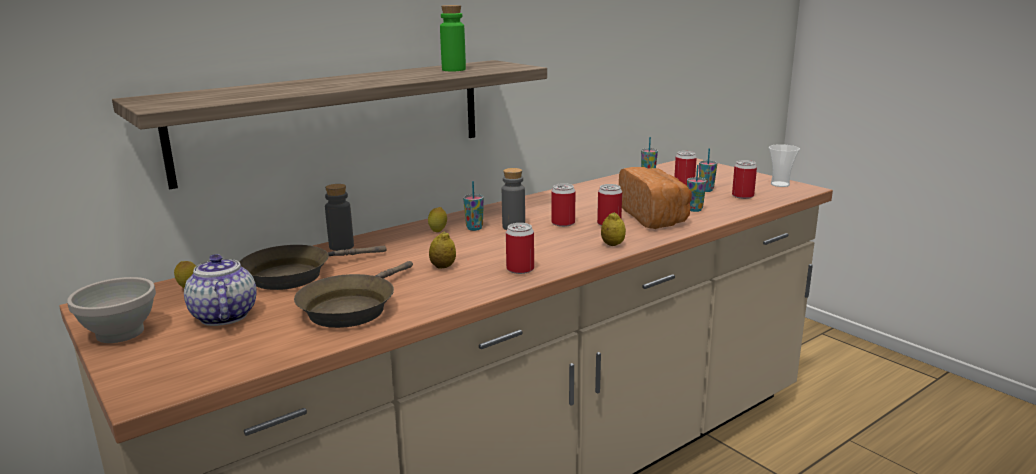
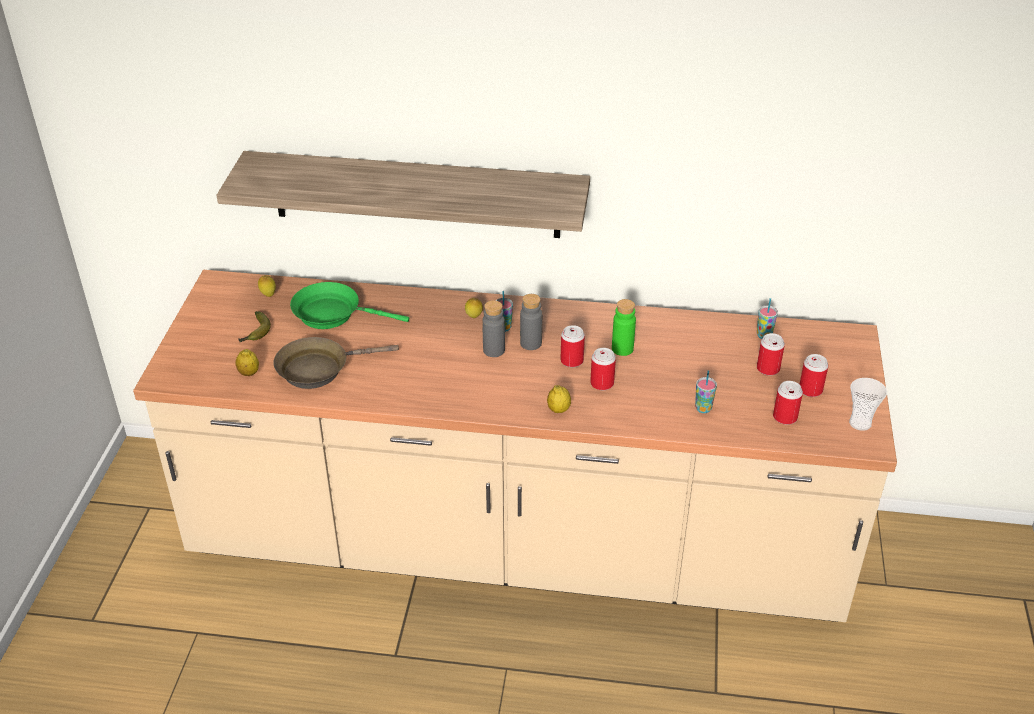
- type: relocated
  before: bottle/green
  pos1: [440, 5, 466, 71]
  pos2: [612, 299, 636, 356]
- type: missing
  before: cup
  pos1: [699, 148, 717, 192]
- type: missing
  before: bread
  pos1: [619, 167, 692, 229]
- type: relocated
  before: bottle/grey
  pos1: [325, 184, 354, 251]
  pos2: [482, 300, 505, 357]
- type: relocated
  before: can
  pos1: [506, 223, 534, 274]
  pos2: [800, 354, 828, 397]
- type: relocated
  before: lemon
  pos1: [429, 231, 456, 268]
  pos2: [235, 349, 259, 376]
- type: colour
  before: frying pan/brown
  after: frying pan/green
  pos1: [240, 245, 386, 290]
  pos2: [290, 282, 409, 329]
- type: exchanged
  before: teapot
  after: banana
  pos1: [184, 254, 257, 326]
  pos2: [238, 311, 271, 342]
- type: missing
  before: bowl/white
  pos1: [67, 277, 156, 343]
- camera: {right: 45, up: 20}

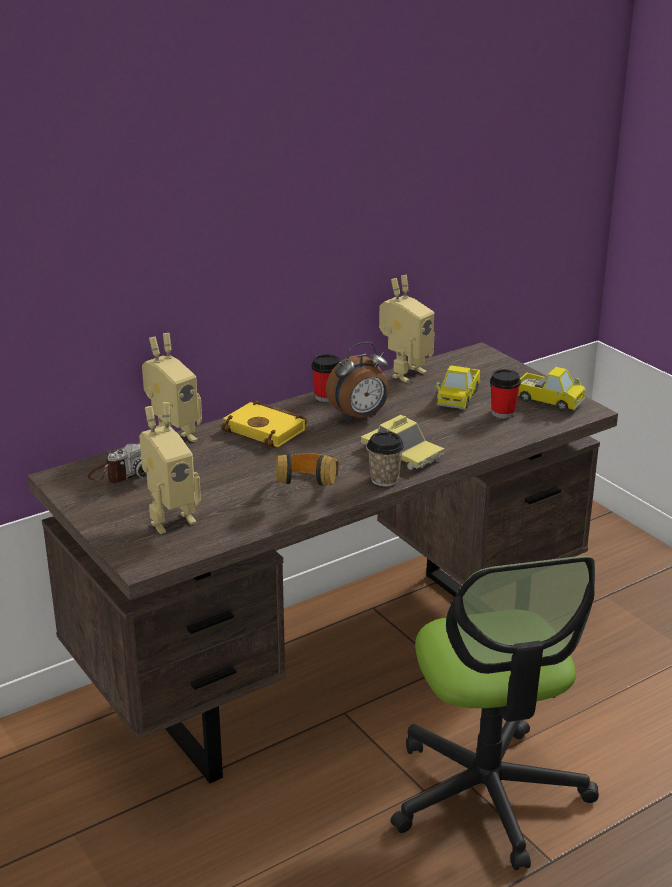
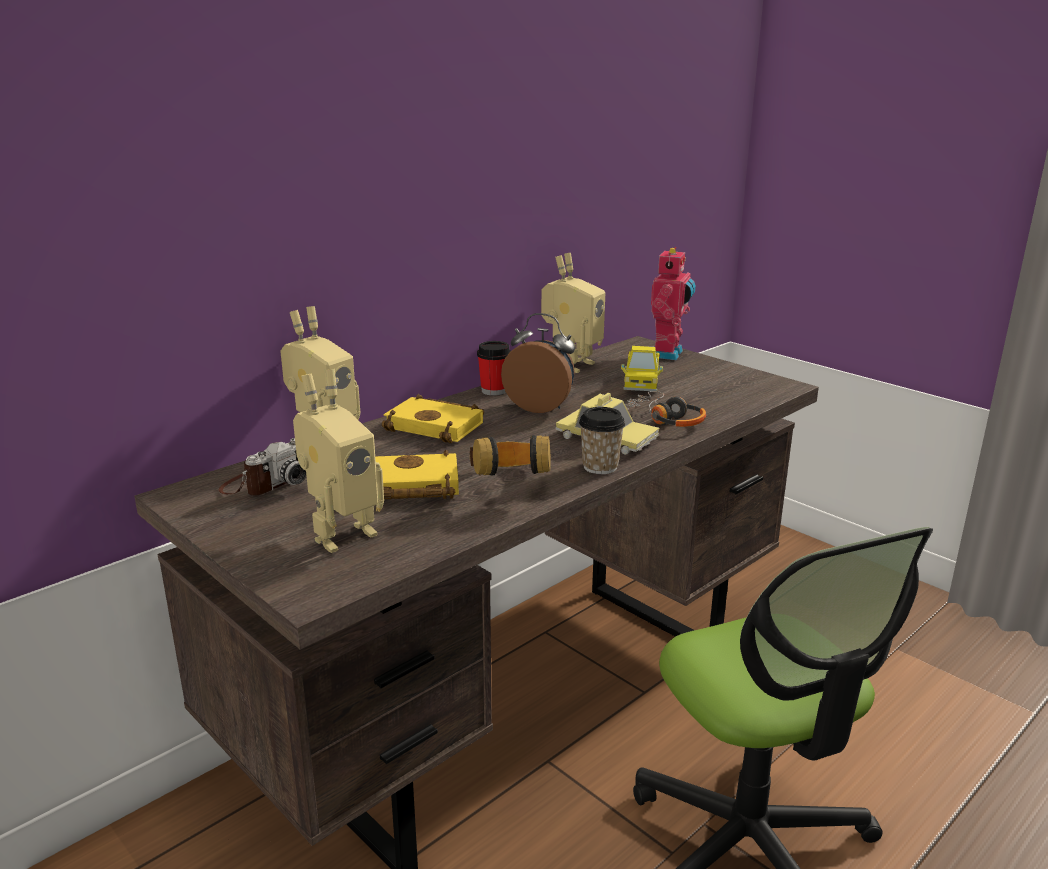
- type: spun
  before: alarm clock
  pos1: [326, 342, 389, 421]
  pos2: [501, 313, 575, 413]
  turn: -120
- type: missing
  before: toy truck
  pos1: [518, 367, 586, 411]
- type: missing
  before: cup
  pos1: [490, 369, 521, 418]
- type: appeared
  after: toy robot
  pos2: [651, 247, 696, 360]
- type: appeared
  after: headphones
  pos2: [625, 391, 706, 427]
- type: appeared
  after: book/yellow
  pos2: [375, 450, 459, 499]
- camera: {right: -10, up: -5}

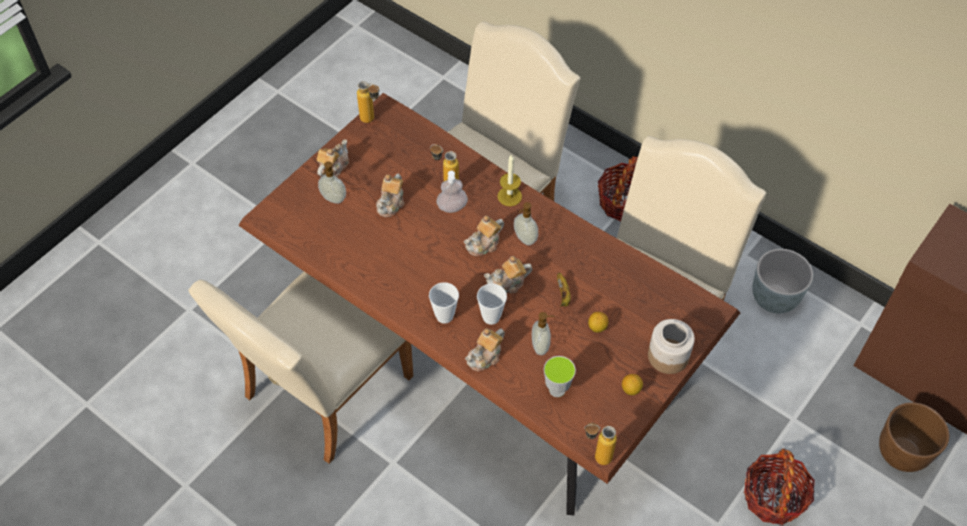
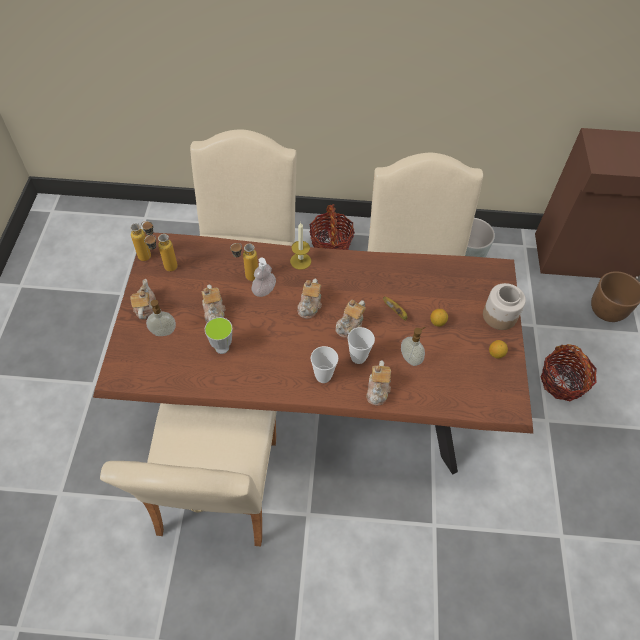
- type: missing
  before: soap dispenser
  pos1: [514, 202, 538, 245]
- type: relocated
  before: cup
  pos1: [544, 356, 576, 397]
  pos2: [205, 317, 232, 354]
- type: relocated
  before: bottle
  pos1: [585, 423, 617, 465]
  pos2: [144, 234, 178, 272]
- camera: {right: -35, up: 0}

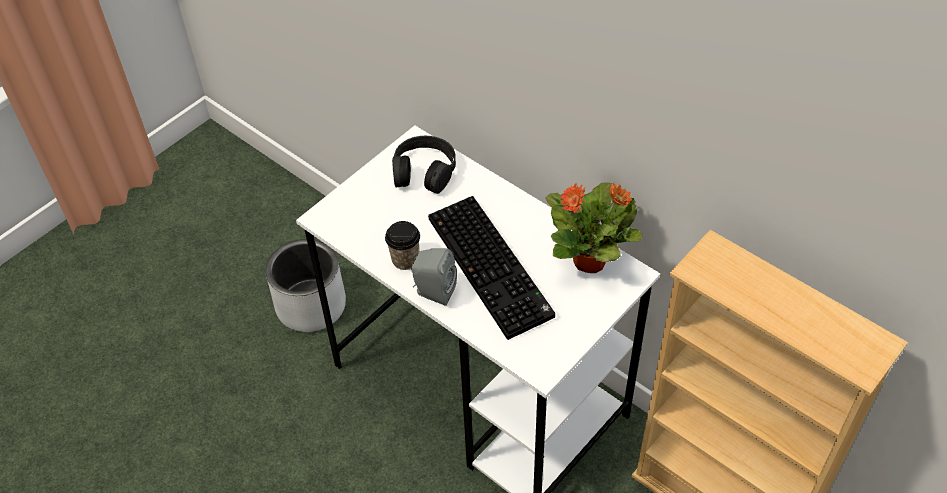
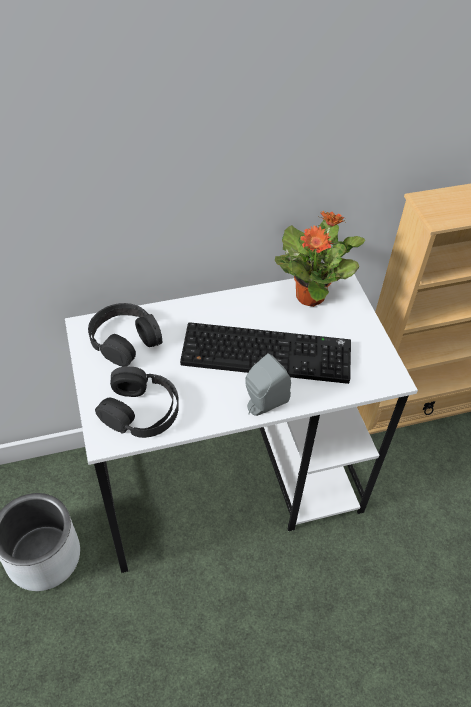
- type: missing
  before: cup
  pos1: [385, 221, 420, 270]
- type: appeared
  after: headphones/black
  pos2: [95, 367, 179, 438]
- camera: {right: -60, up: 0}

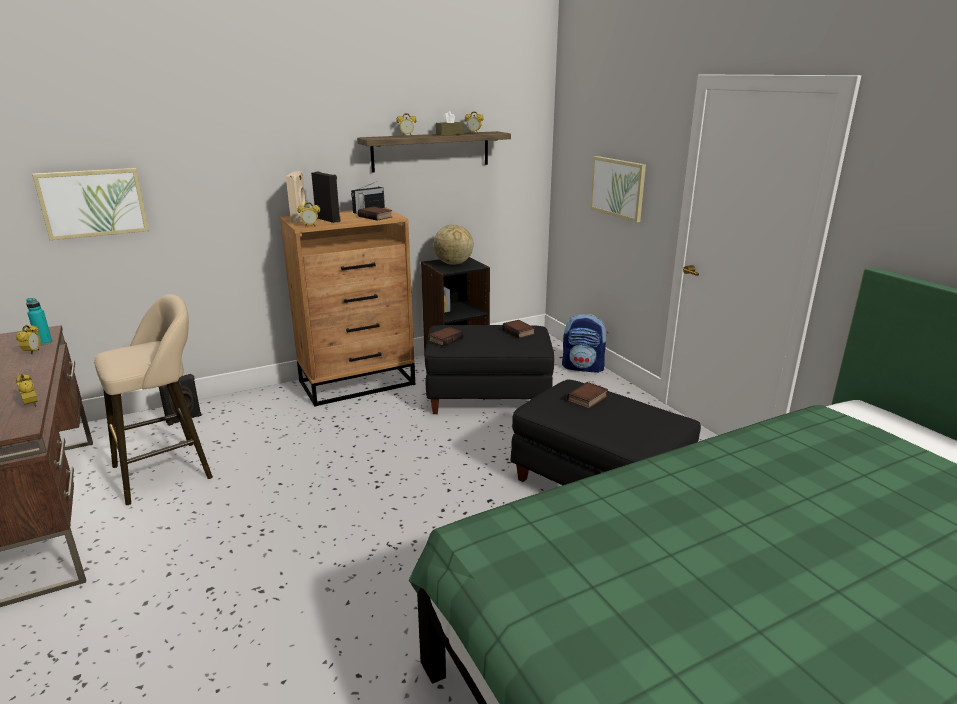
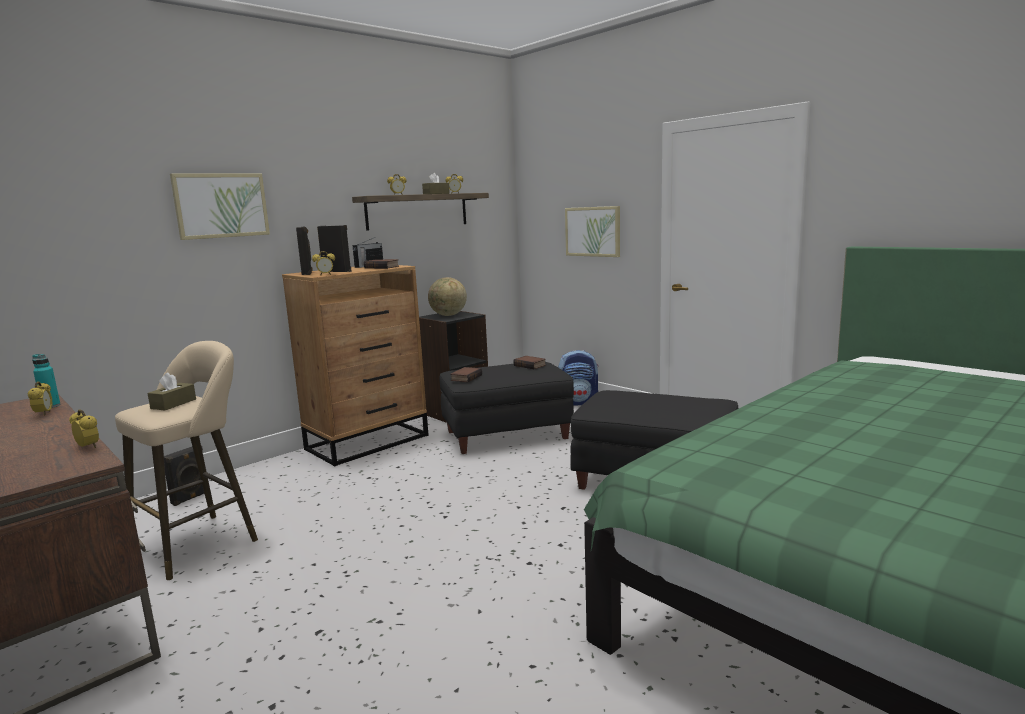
- type: relocated
  before: picture
  pos1: [32, 168, 149, 240]
  pos2: [170, 174, 270, 240]
- type: colour
  before: speaker/beige
  after: speaker/black
  pos1: [286, 171, 306, 223]
  pos2: [296, 227, 313, 275]
- type: missing
  before: book
  pos1: [567, 382, 608, 409]
- type: appeared
  after: tissue box/brown
  pos2: [147, 373, 196, 410]
- camera: {right: -15, up: -10}

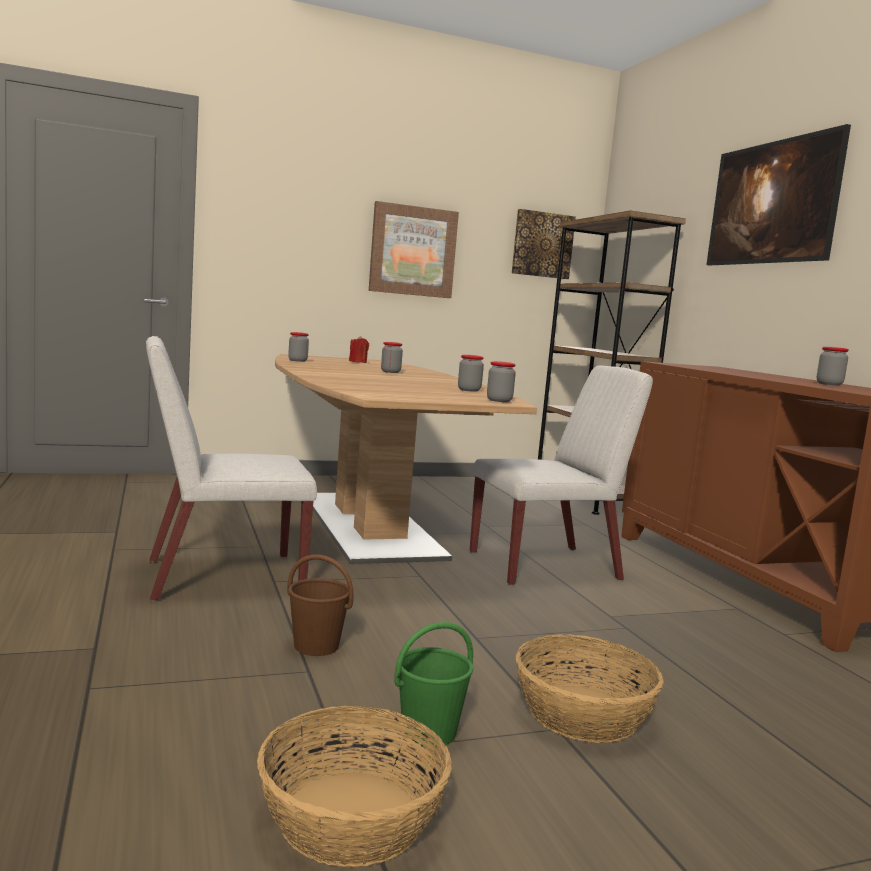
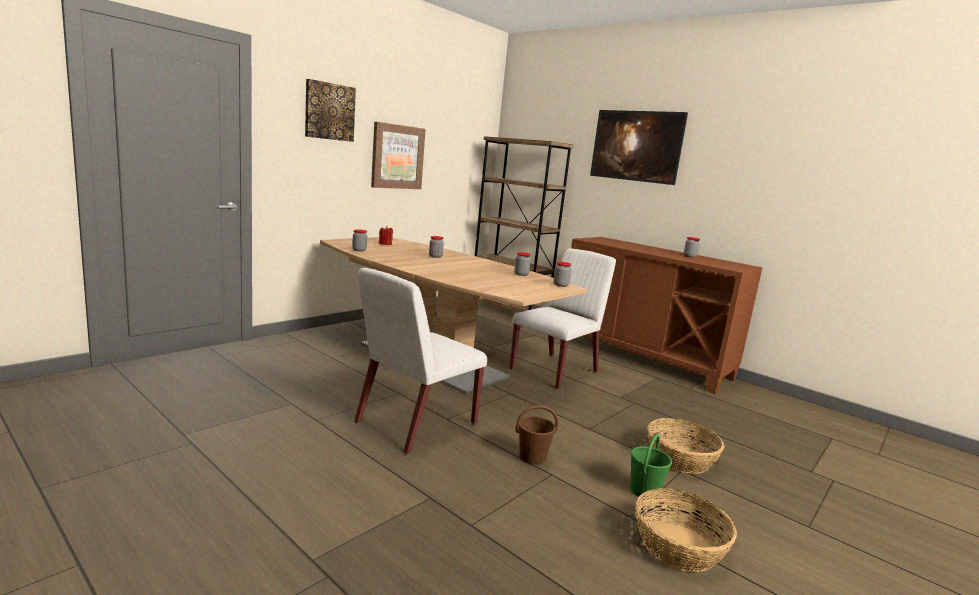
- type: relocated
  before: picture
  pos1: [512, 209, 576, 279]
  pos2: [305, 79, 356, 142]
- camera: {right: -30, up: 5}

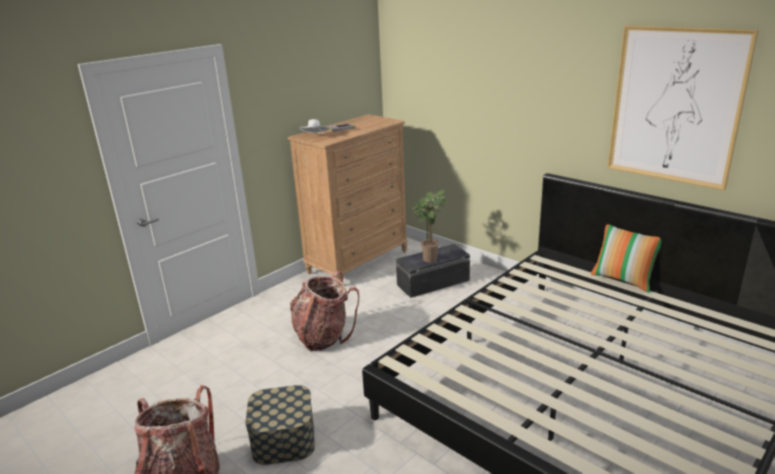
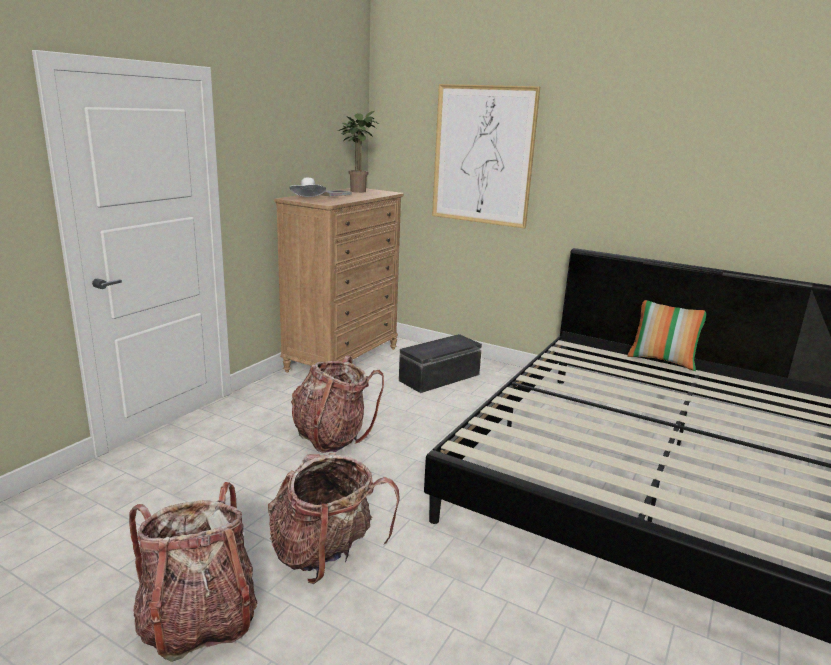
- type: relocated
  before: picture
  pos1: [607, 25, 759, 190]
  pos2: [432, 84, 540, 229]
- type: relocated
  before: potted plant
  pos1: [412, 190, 449, 262]
  pos2: [338, 111, 379, 193]
- type: exchanged
  before: storage box
  after: backpack
  pos1: [245, 385, 315, 465]
  pos2: [268, 453, 400, 584]
- camera: {right: -15, up: -5}

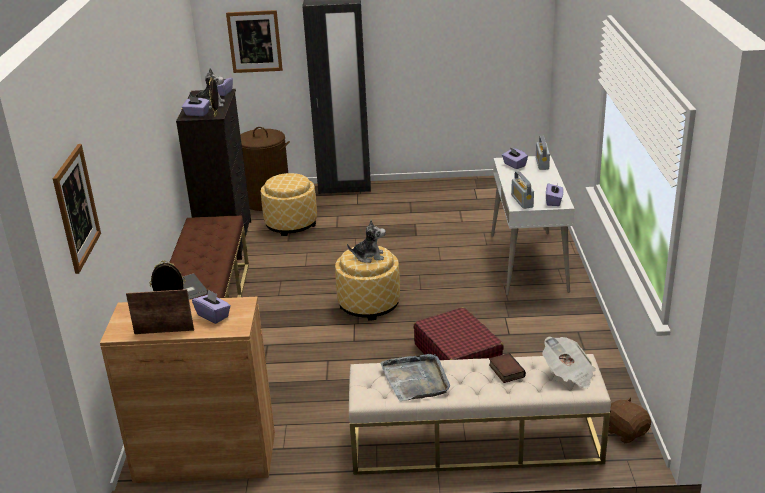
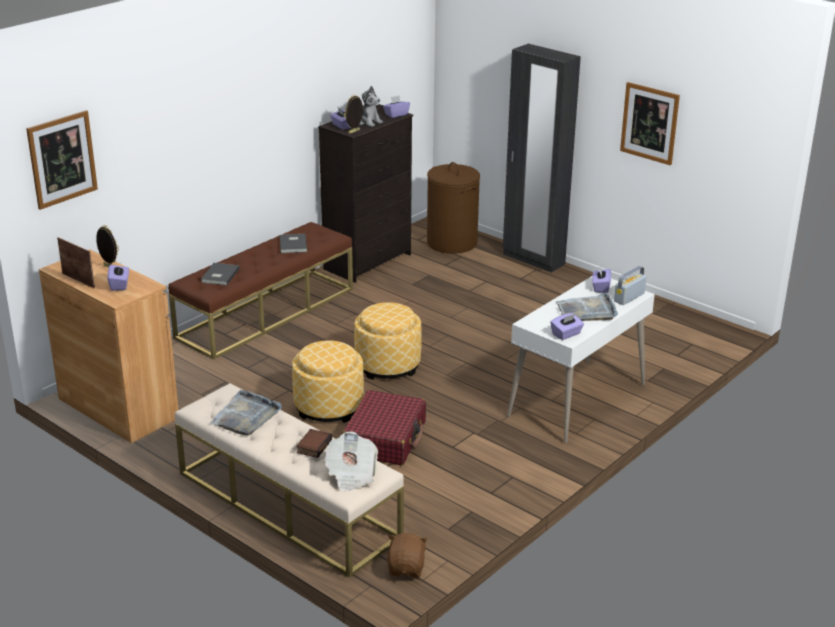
- type: relocated
  before: picture
  pos1: [226, 10, 283, 73]
  pos2: [620, 82, 680, 165]
- type: missing
  before: radio
  pos1: [511, 171, 534, 209]
- type: relocated
  before: ottoman
  pos1: [261, 173, 317, 236]
  pos2: [292, 340, 364, 423]
- type: missing
  before: plush toy
  pos1: [347, 220, 386, 263]
- type: appeared
  after: book/grey
  pos2: [279, 234, 307, 253]
- type: appeared
  after: tray/grey
  pos2: [556, 292, 618, 321]
- camera: {right: 40, up: 0}

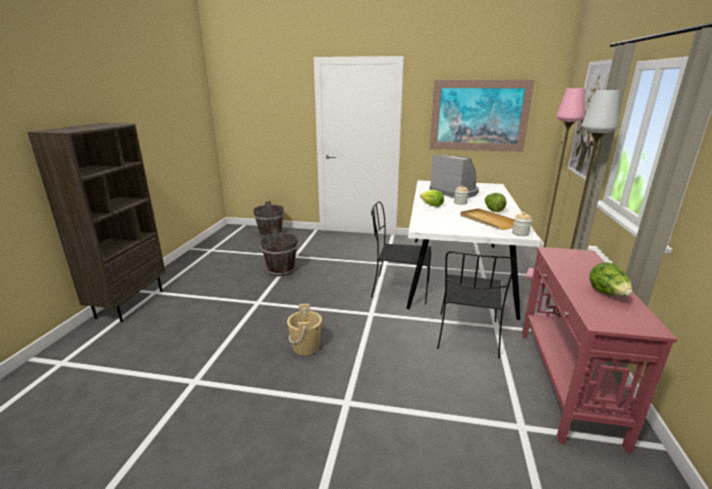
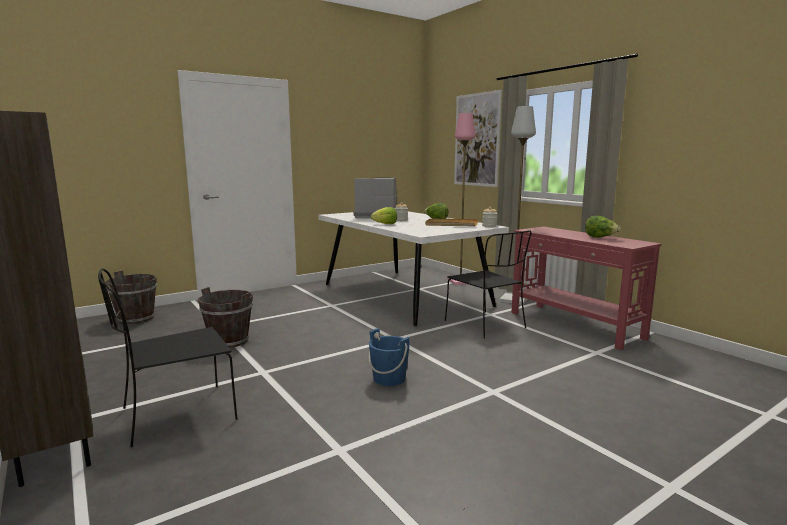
- type: missing
  before: picture
  pos1: [430, 80, 535, 152]
- type: relocated
  before: chair/black
  pos1: [371, 201, 431, 305]
  pos2: [98, 268, 237, 447]
- type: colour
  before: bucket/beige
  after: bucket/blue
  pos1: [287, 304, 322, 355]
  pos2: [369, 328, 410, 386]
- camera: {right: -45, up: -10}

